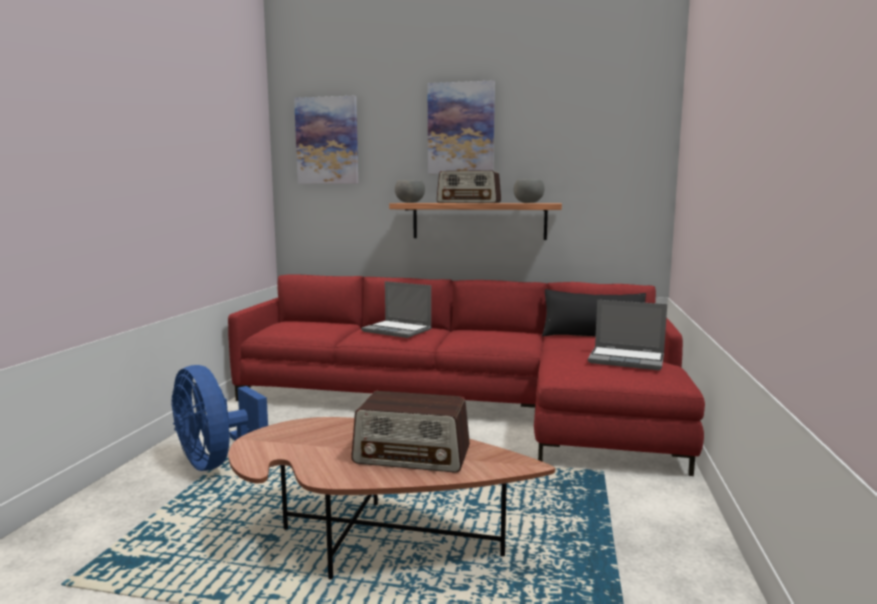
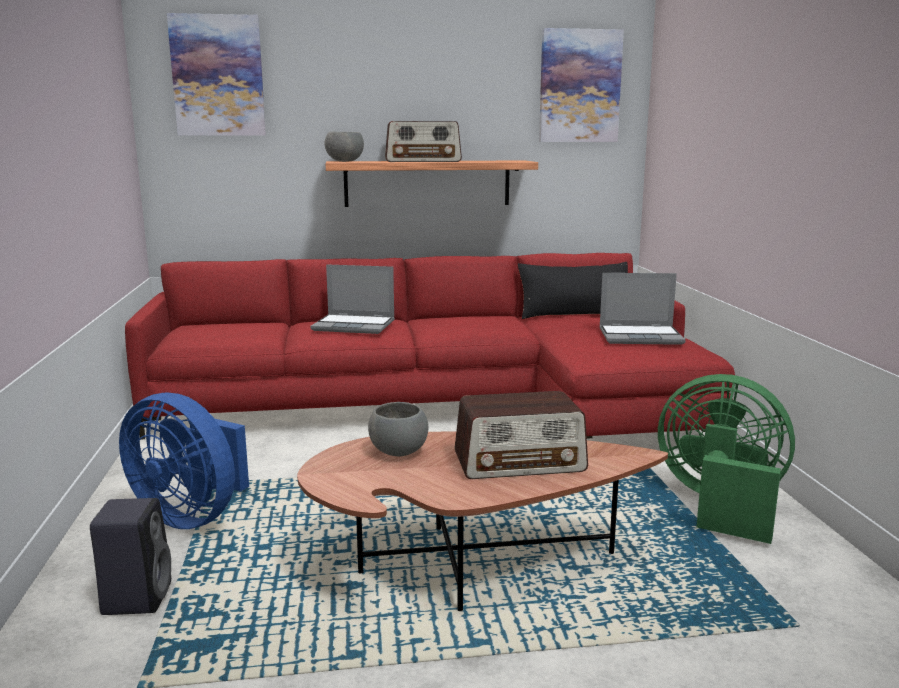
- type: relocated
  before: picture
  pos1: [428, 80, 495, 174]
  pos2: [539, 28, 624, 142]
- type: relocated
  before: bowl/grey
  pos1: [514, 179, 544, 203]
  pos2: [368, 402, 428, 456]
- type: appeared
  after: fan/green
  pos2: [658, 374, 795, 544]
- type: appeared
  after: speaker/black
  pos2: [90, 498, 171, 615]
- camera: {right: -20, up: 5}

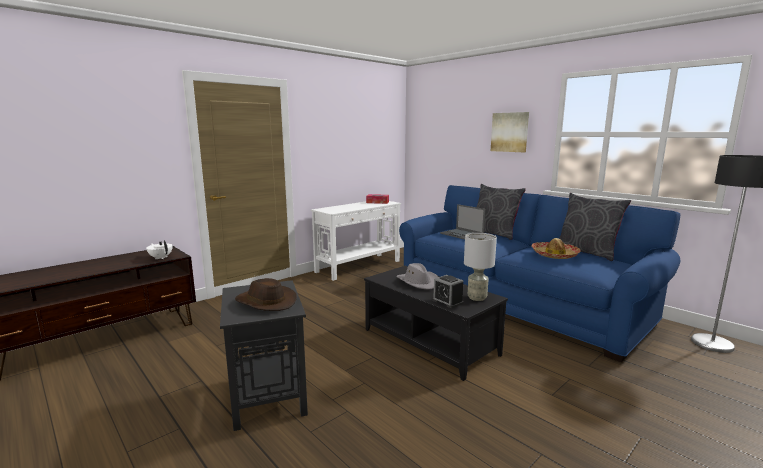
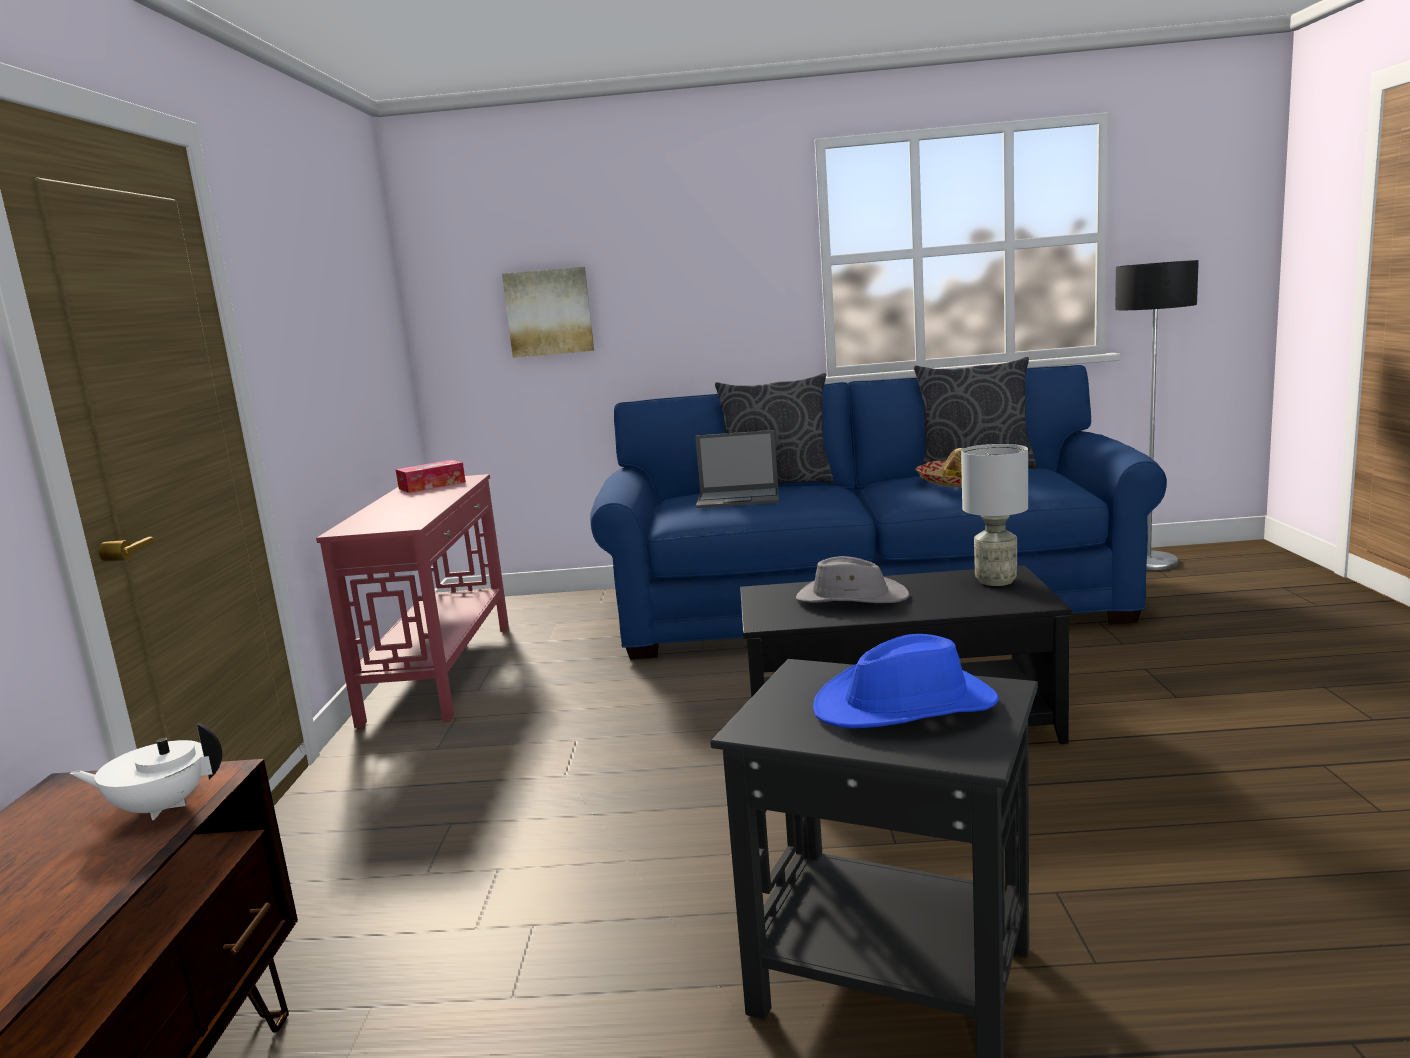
- type: relocated
  before: picture
  pos1: [491, 112, 529, 152]
  pos2: [502, 267, 594, 358]
- type: colour
  before: console table/white
  after: console table/red
  pos1: [311, 201, 401, 281]
  pos2: [316, 474, 509, 728]
- type: missing
  before: alarm clock
  pos1: [432, 275, 464, 308]
- type: colour
  before: hat/brown
  after: hat/blue
  pos1: [235, 278, 297, 311]
  pos2: [813, 634, 999, 728]
- camera: {right: -45, up: 0}

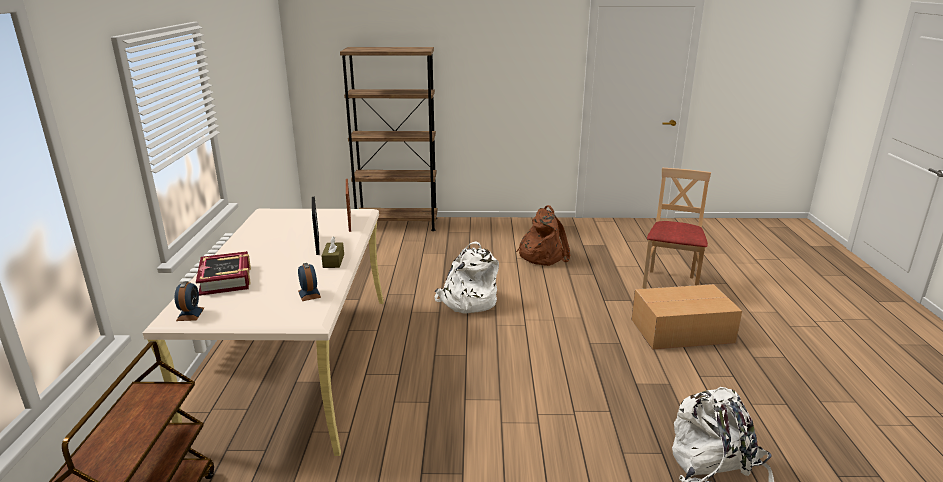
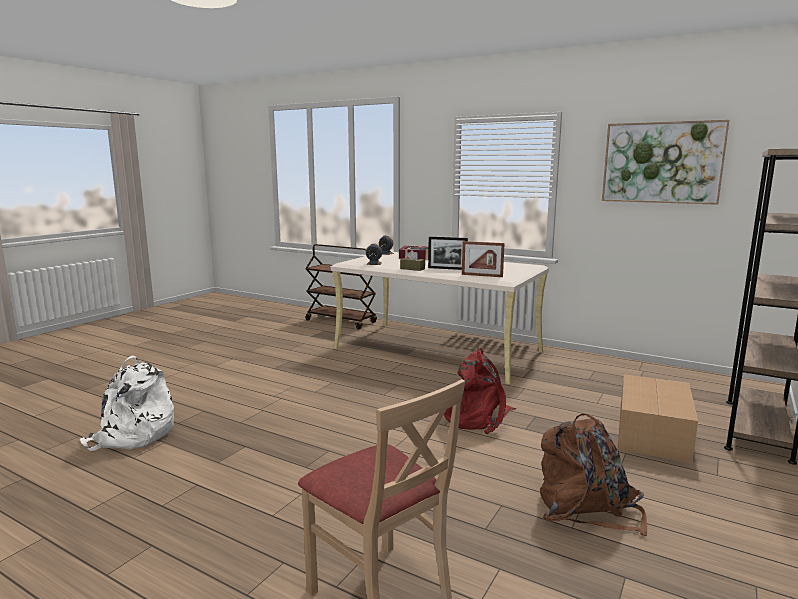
- type: colour
  before: backpack/white
  after: backpack/red
  pos1: [435, 241, 499, 314]
  pos2: [444, 348, 516, 434]
- type: relocated
  before: cardboard box
  pos1: [632, 284, 742, 350]
  pos2: [618, 374, 698, 463]
- type: appeared
  after: picture
  pos2: [602, 120, 729, 205]
- camera: {right: 120, up: -10}

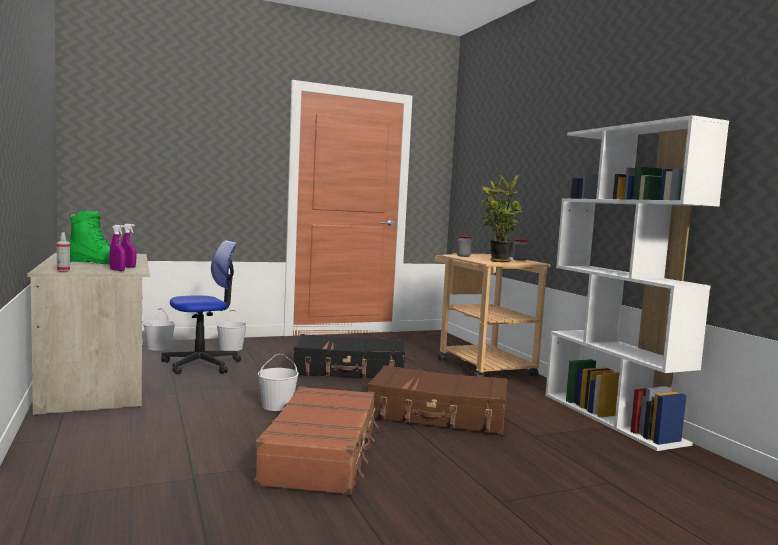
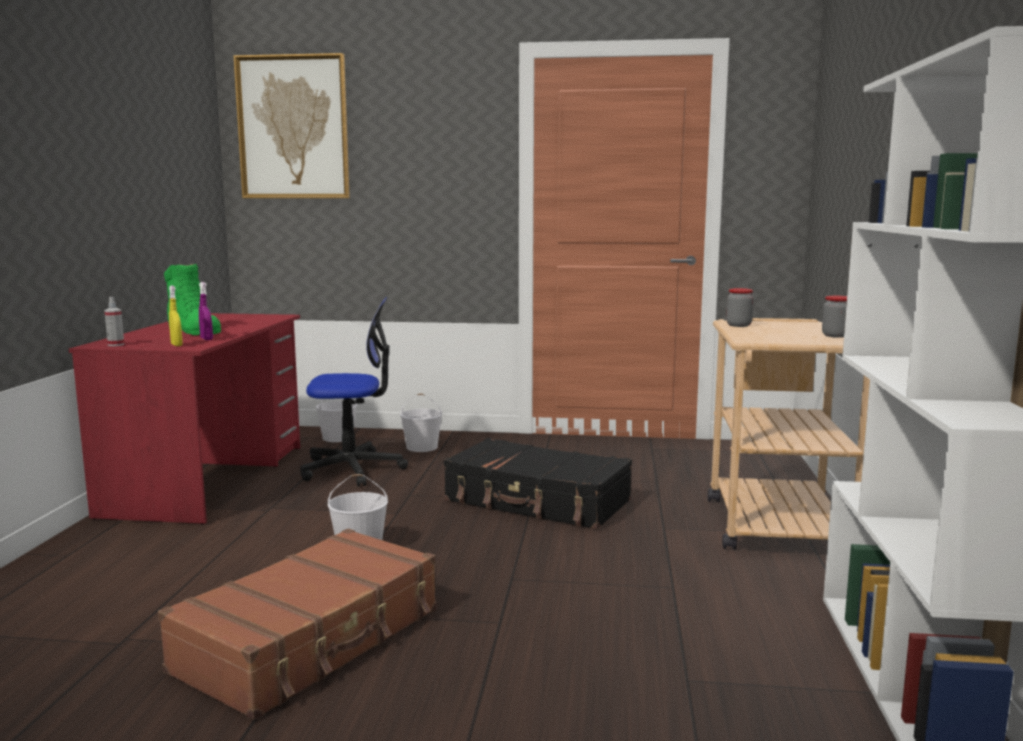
- type: missing
  before: potted plant
  pos1: [482, 173, 522, 262]
- type: colour
  before: spray bottle/purple
  after: spray bottle/yellow
  pos1: [109, 225, 126, 271]
  pos2: [169, 286, 183, 346]
- type: colour
  before: desk/beige
  after: desk/red
  pos1: [27, 253, 150, 415]
  pos2: [69, 313, 300, 525]
- type: missing
  before: suitcase/brown
  pos1: [368, 365, 507, 435]
- type: appeared
  after: picture
  pos2: [233, 53, 350, 198]
- camera: {right: 30, up: 5}

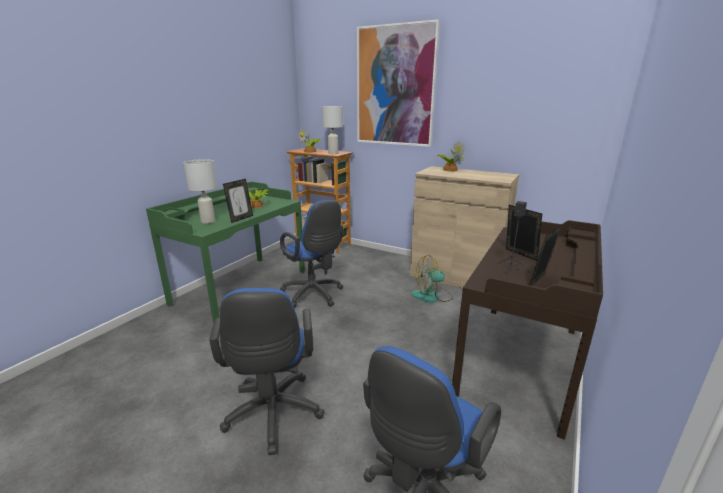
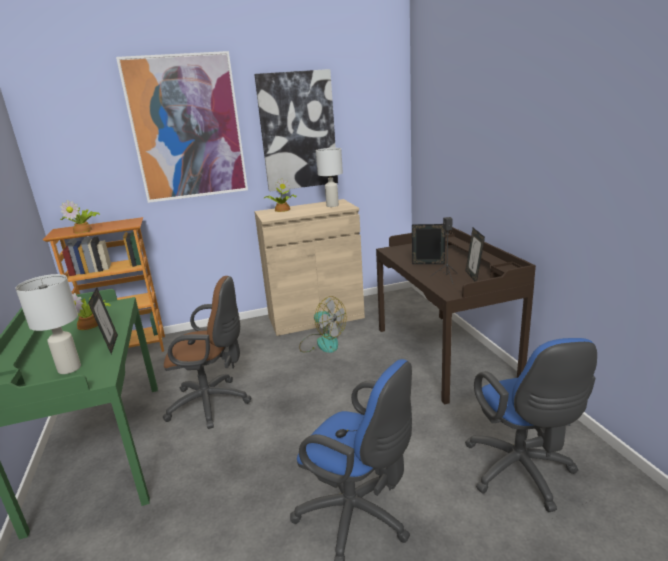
- type: relocated
  before: table lamp/white
  pos1: [322, 106, 343, 154]
  pos2: [316, 148, 343, 207]
- type: colour
  before: office chair/blue
  after: office chair/brown
  pos1: [280, 200, 343, 308]
  pos2: [163, 276, 251, 429]
- type: spun
  before: fan
  pos1: [412, 255, 453, 303]
  pos2: [299, 296, 346, 353]
  turn: -90
- type: appeared
  after: picture
  pos2: [254, 69, 338, 192]
- camera: {right: -45, up: 0}

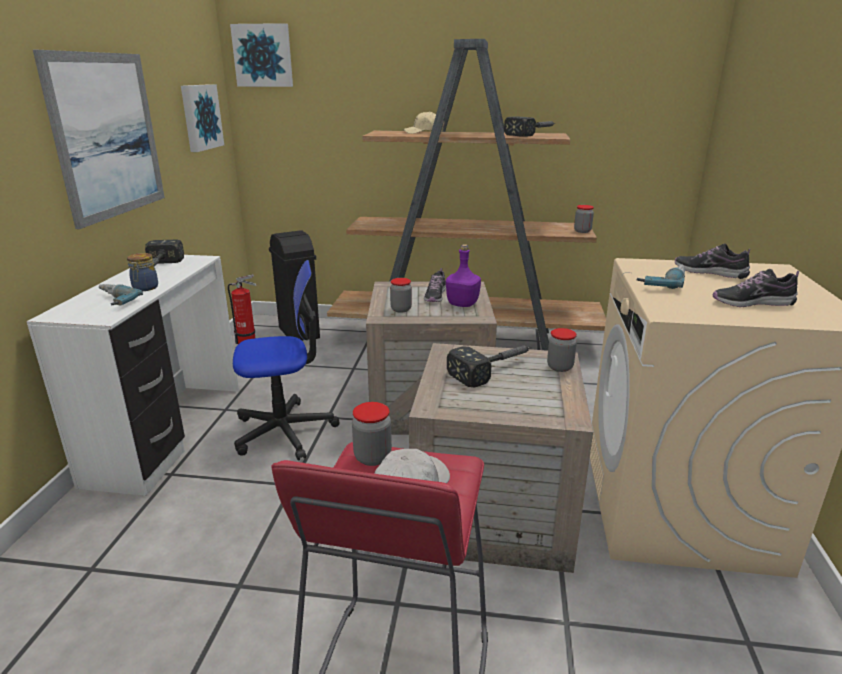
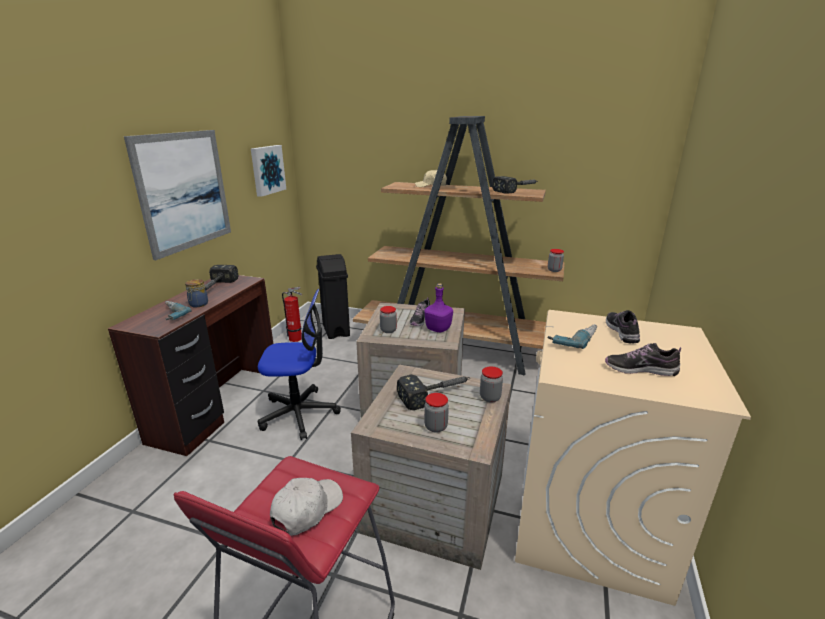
- type: missing
  before: picture
  pos1: [230, 23, 293, 87]
- type: spun
  before: shoe
  pos1: [675, 243, 750, 279]
  pos2: [606, 310, 640, 343]
  turn: 45
- type: colour
  before: desk/white
  after: desk/brown
  pos1: [26, 255, 239, 496]
  pos2: [108, 275, 273, 456]
- type: relocated
  before: jar
  pos1: [352, 402, 392, 466]
  pos2: [424, 393, 449, 433]
- camera: {right: 10, up: 0}

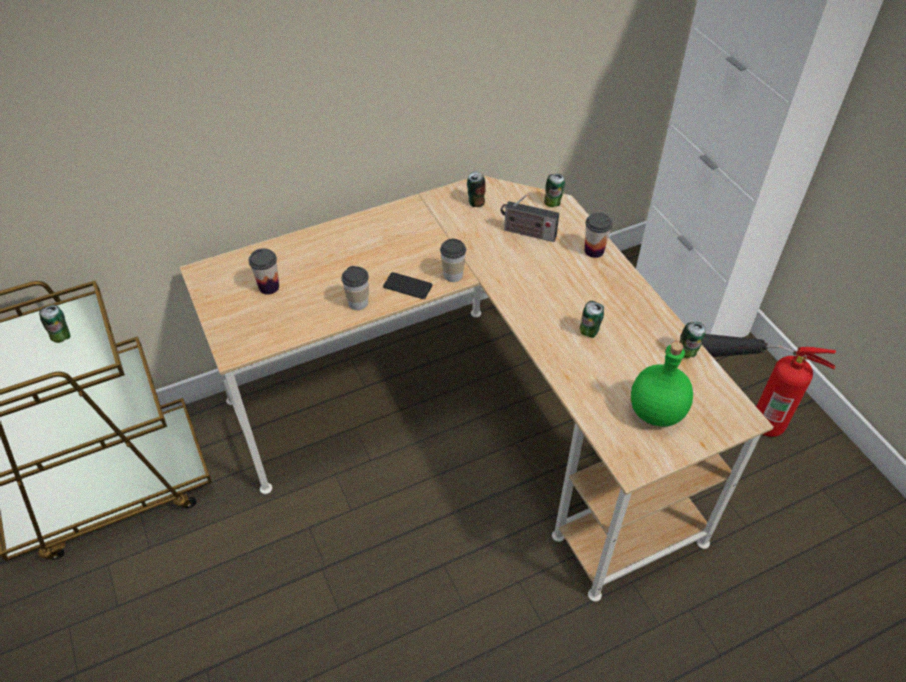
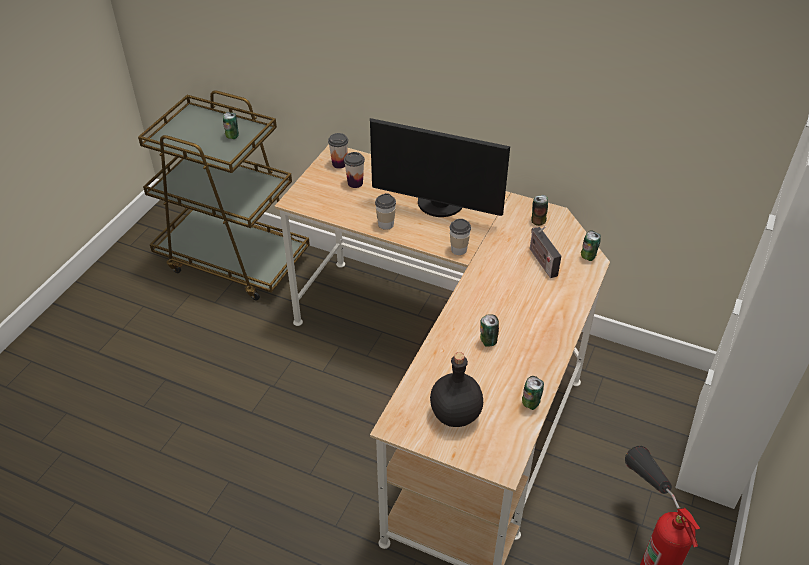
- type: relocated
  before: cup
  pos1: [585, 213, 613, 258]
  pos2: [328, 133, 348, 169]
- type: missing
  before: phone
  pos1: [383, 272, 433, 299]
- type: colour
  before: bottle/green
  after: bottle/black
  pos1: [631, 342, 693, 427]
  pos2: [430, 352, 483, 427]
- type: appeared
  after: monitor
  pos2: [370, 118, 510, 217]
- camera: {right: 50, up: -5}

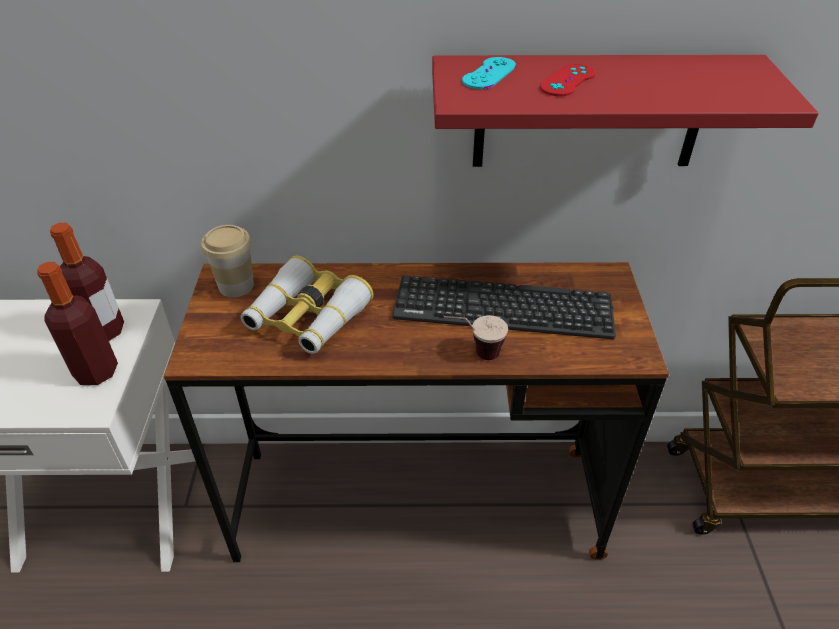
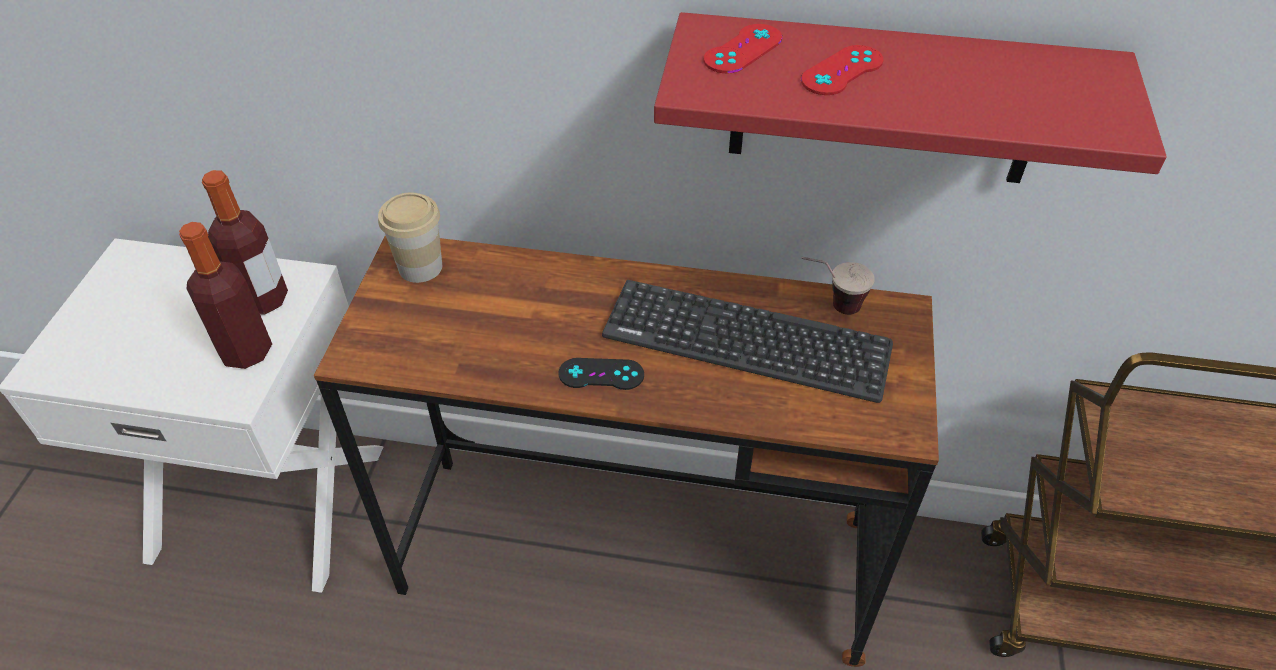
- type: colour
  before: game controller/turquoise
  after: game controller/red
  pos1: [462, 57, 516, 89]
  pos2: [704, 24, 782, 74]
- type: missing
  before: binoculars
  pos1: [240, 255, 373, 354]
- type: relocated
  before: cup
  pos1: [444, 315, 508, 360]
  pos2: [801, 256, 875, 315]
- type: appeared
  after: game controller/black
  pos2: [558, 358, 644, 390]
- camera: {right: 10, up: 5}

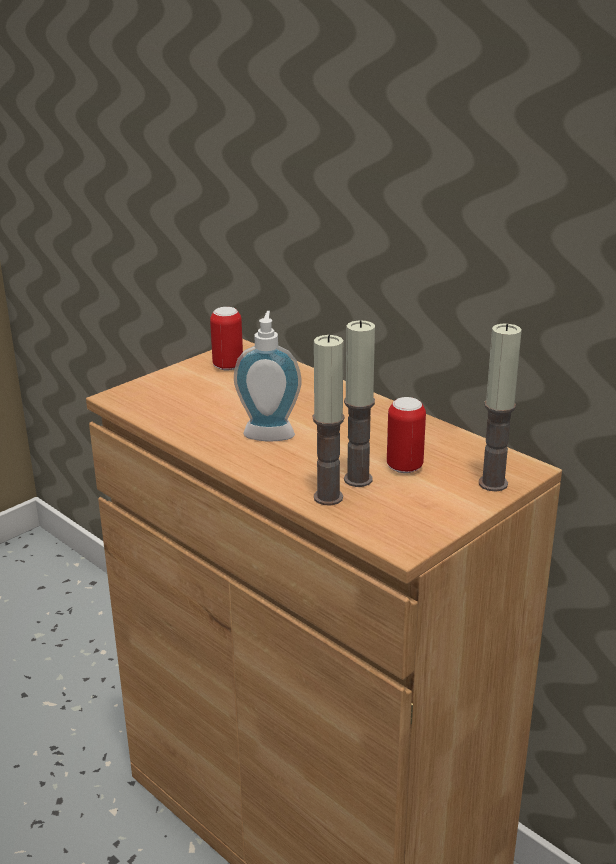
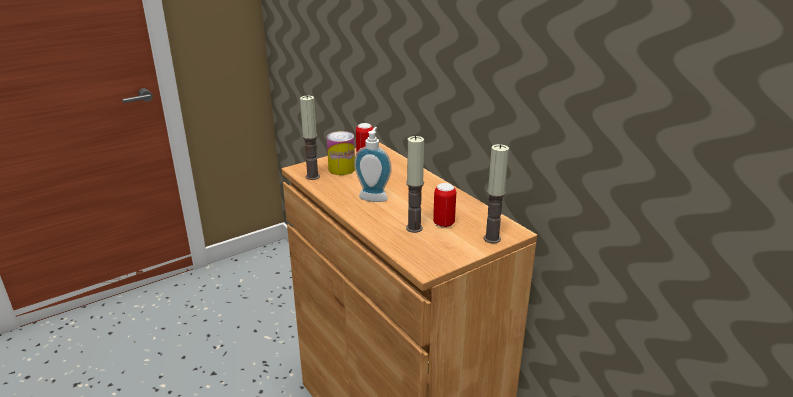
- type: relocated
  before: candle
  pos1: [313, 335, 344, 505]
  pos2: [300, 95, 320, 180]
- type: appeared
  after: can
  pos2: [327, 131, 355, 175]
- camera: {right: 10, up: 0}

